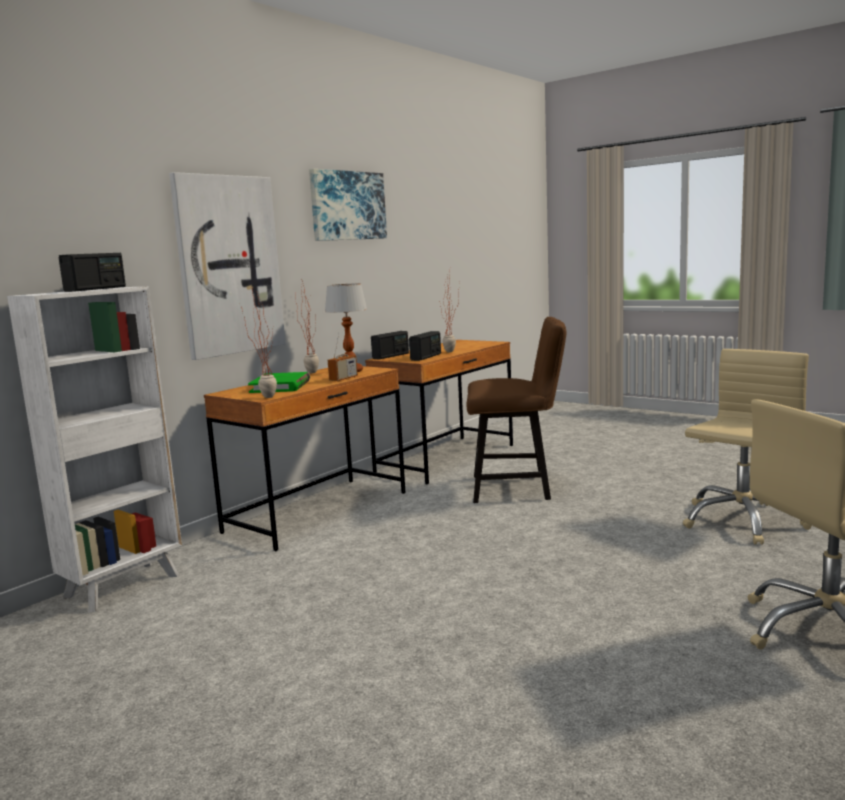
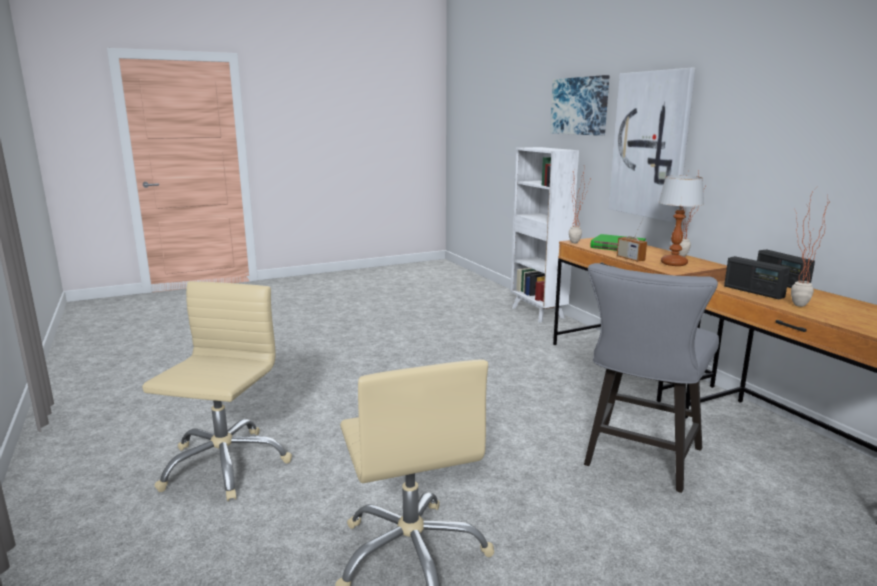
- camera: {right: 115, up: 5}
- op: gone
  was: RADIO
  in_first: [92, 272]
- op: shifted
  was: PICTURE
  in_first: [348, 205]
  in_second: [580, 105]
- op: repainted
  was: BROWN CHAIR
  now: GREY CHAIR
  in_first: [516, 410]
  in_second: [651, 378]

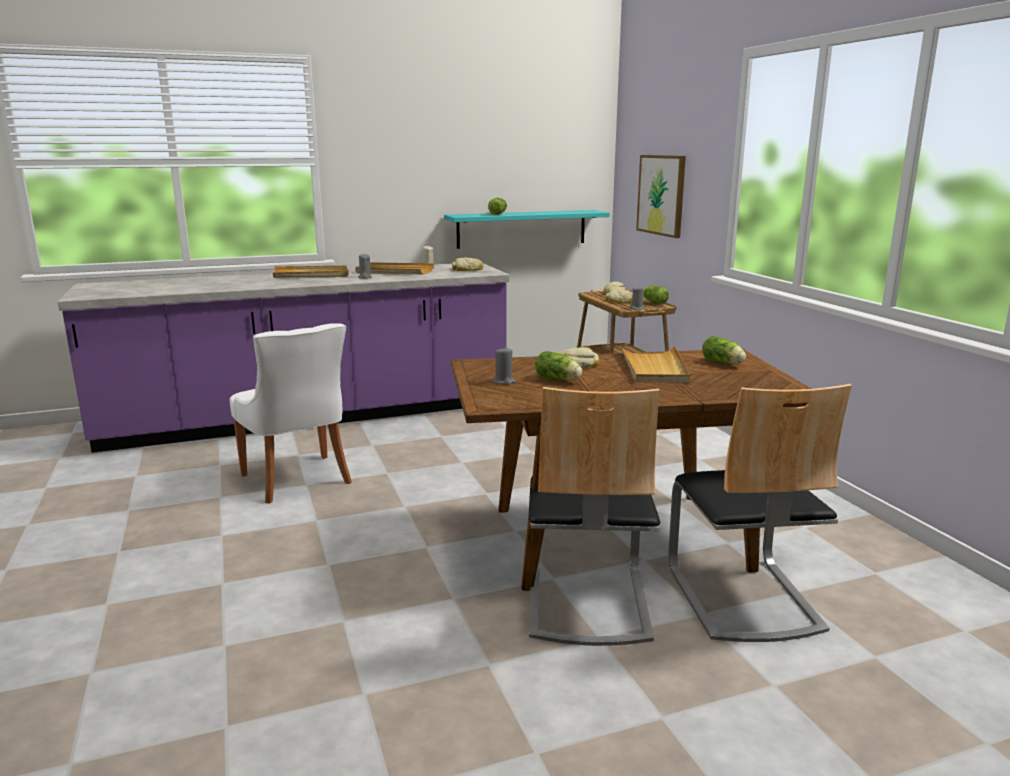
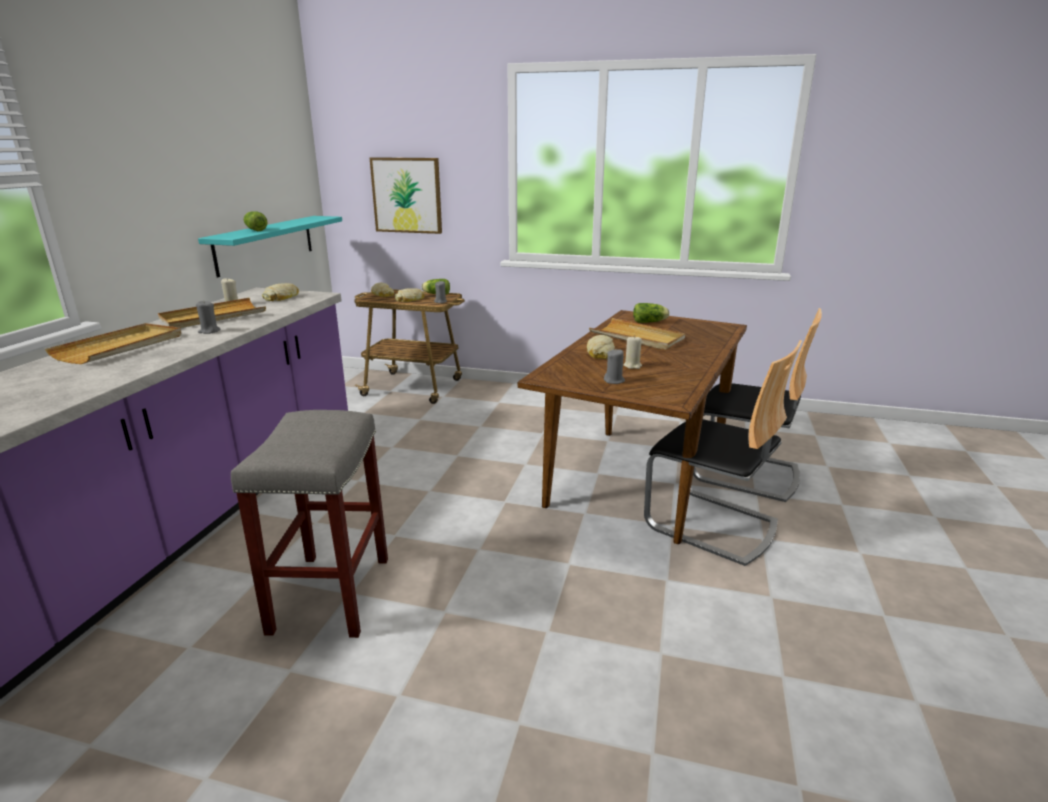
- camera: {right: -55, up: 5}
- op: swapped
  was: WHITE CHAIR
  now: GREY STOOL
  in_first: [291, 413]
  in_second: [309, 524]
- op: swapped
  was: LETTUCE
  now: BEIGE CANDLE
  in_first: [558, 366]
  in_second: [633, 352]

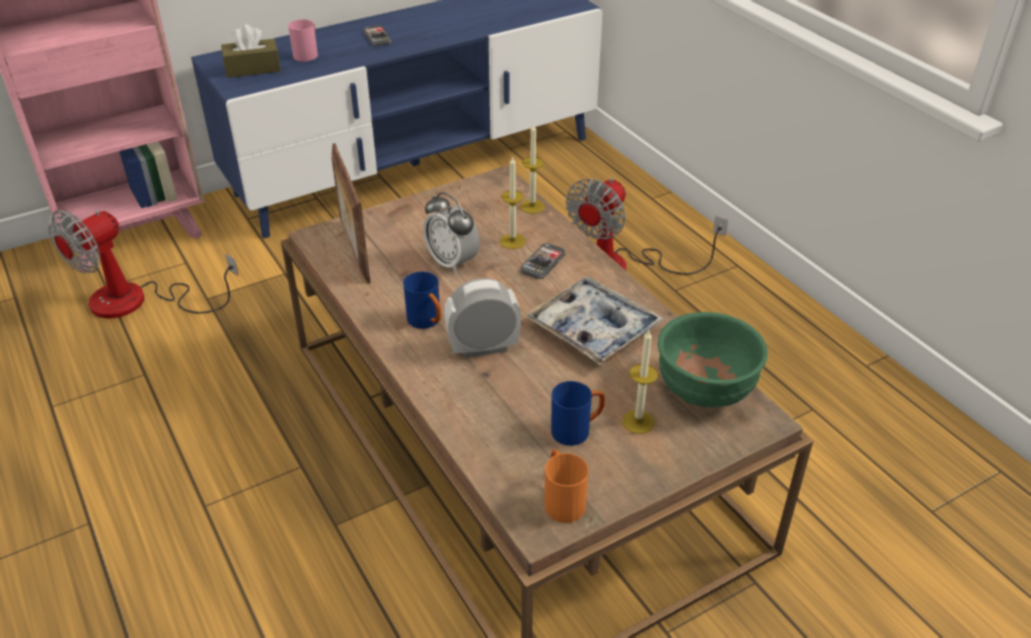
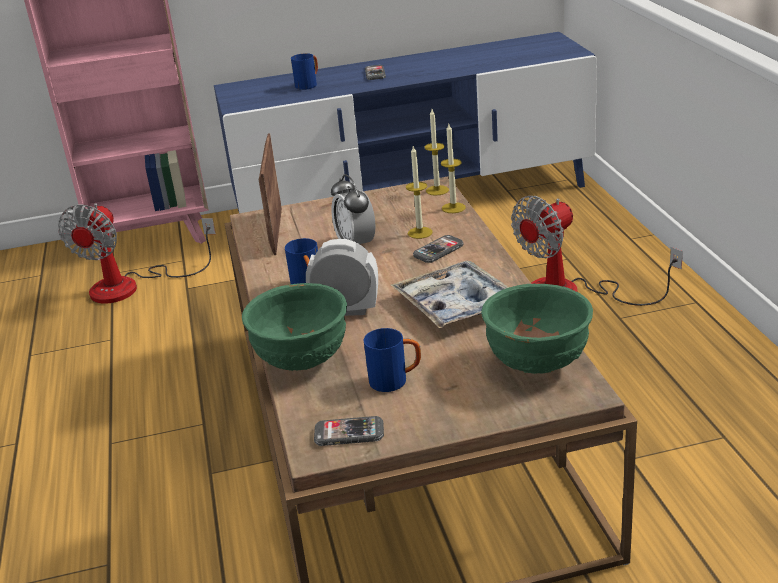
- camera: {right: 20, up: -10}
- op: rotated
  was: FAN
  in_first: [143, 264]
  in_second: [137, 253]
  clockwise: -45
- op: gone
  was: BROWN TISSUE BOX
  in_first: [251, 51]
- op: repainted
  was: PINK MUG
  now: BLUE MUG
  in_first: [303, 40]
  in_second: [304, 71]
- op: swapped
  was: ORANGE MUG
  now: PHONE
  in_first: [567, 486]
  in_second: [349, 431]
- op: shifted
  was: CANDLE
  in_first: [640, 382]
  in_second: [437, 152]
- op: new
  now: GREEN BOWL
  in_second: [294, 327]

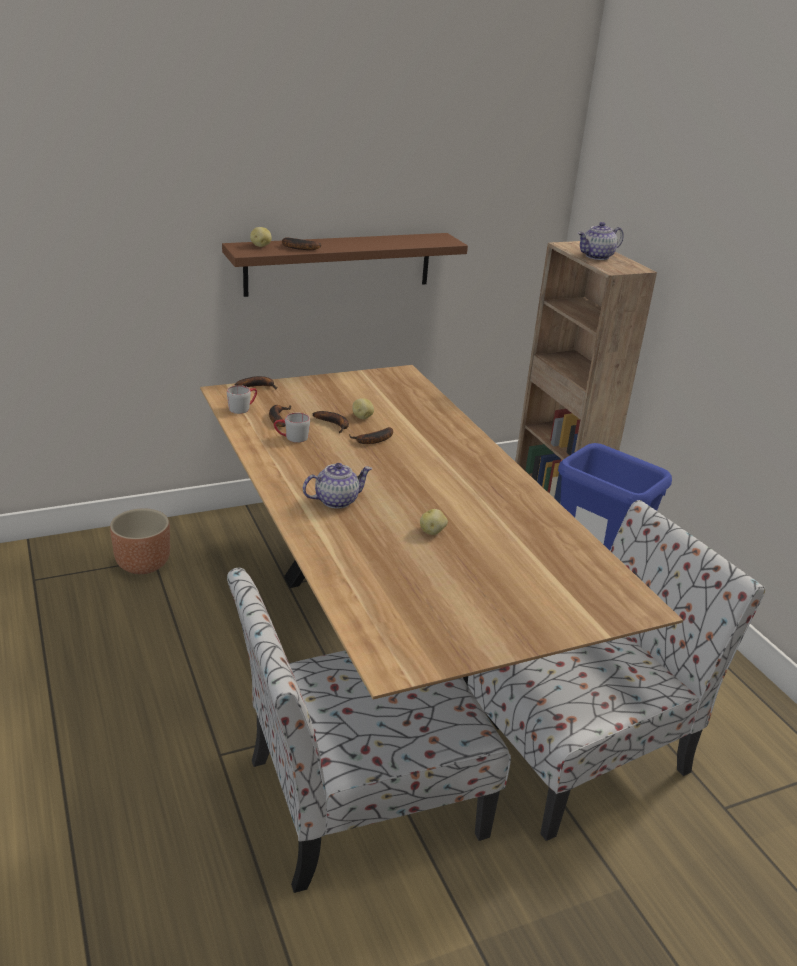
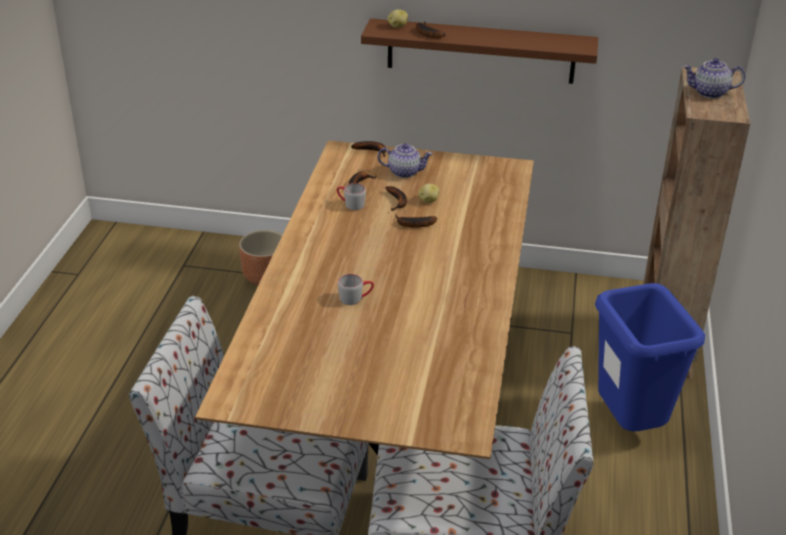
- camera: {right: 35, up: 5}
- op: shifted
  was: GREY MUG
  in_first: [242, 399]
  in_second: [356, 289]
- op: shifted
  was: TEAPOT
  in_first: [337, 486]
  in_second: [405, 160]
- op: gone
  was: POTATO
  in_first: [434, 522]

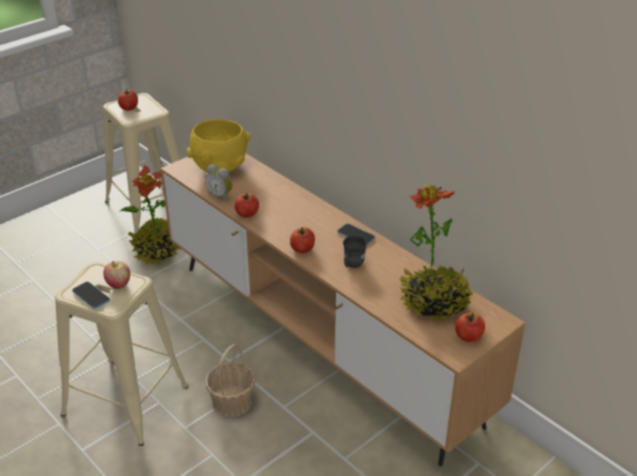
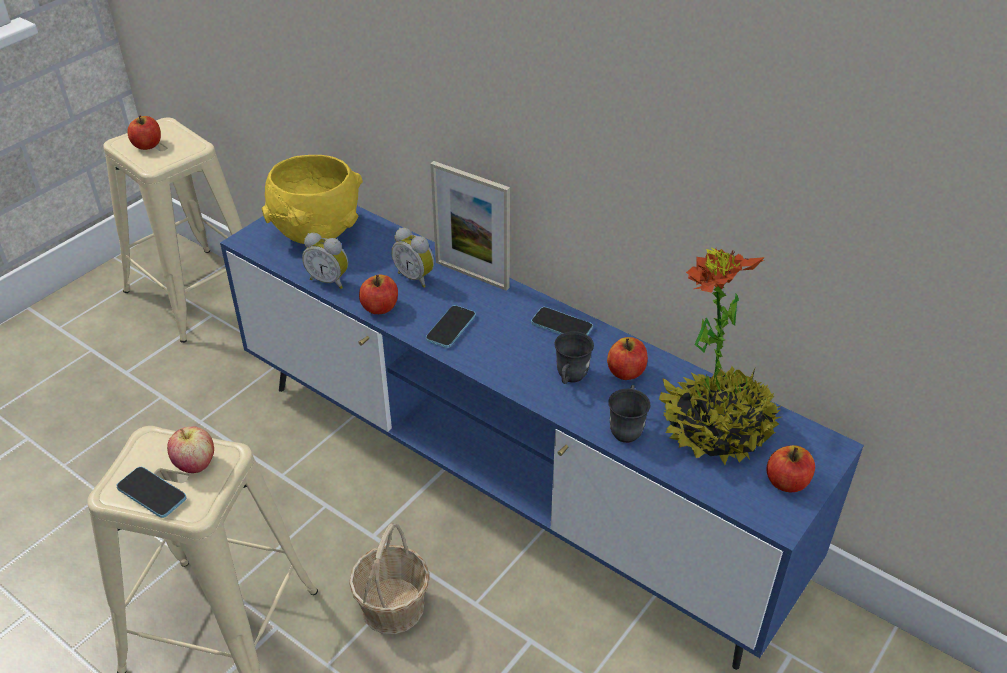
- camera: {right: -10, up: 5}
- op: gone
  was: POTTED PLANT
  in_first: [150, 215]
- op: repainted
  was: BROWN TV STAND
  now: BLUE TV STAND
  in_first: [343, 309]
  in_second: [542, 438]
- op: shifted
  was: APPLE
  in_first: [302, 240]
  in_second: [627, 358]
- op: new
  now: ALARM CLOCK
  in_second: [412, 258]
- op: new
  now: PHONE
  in_second: [451, 326]
- op: new
  now: PICTURE FRAME
  in_second: [470, 226]
- op: new
  now: GREY MUG
  in_second: [629, 414]

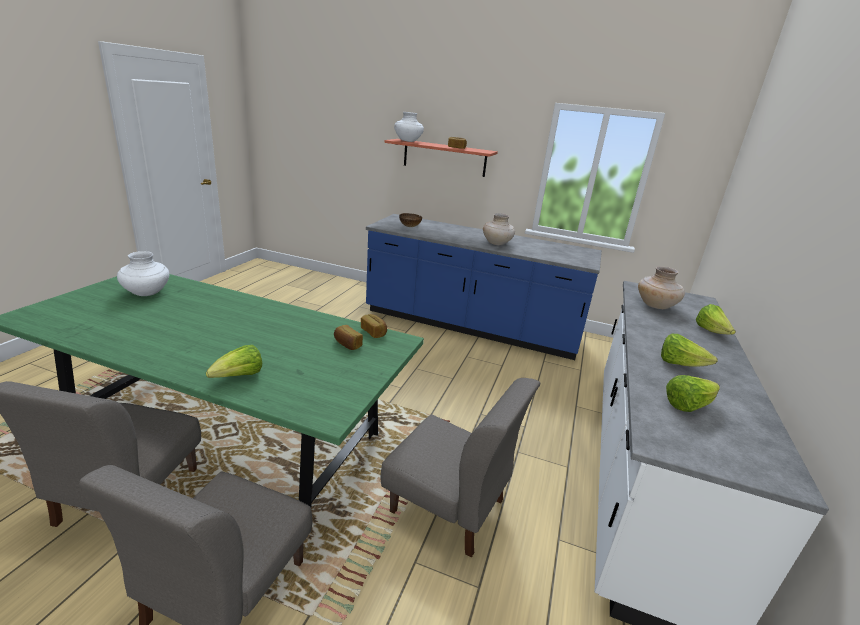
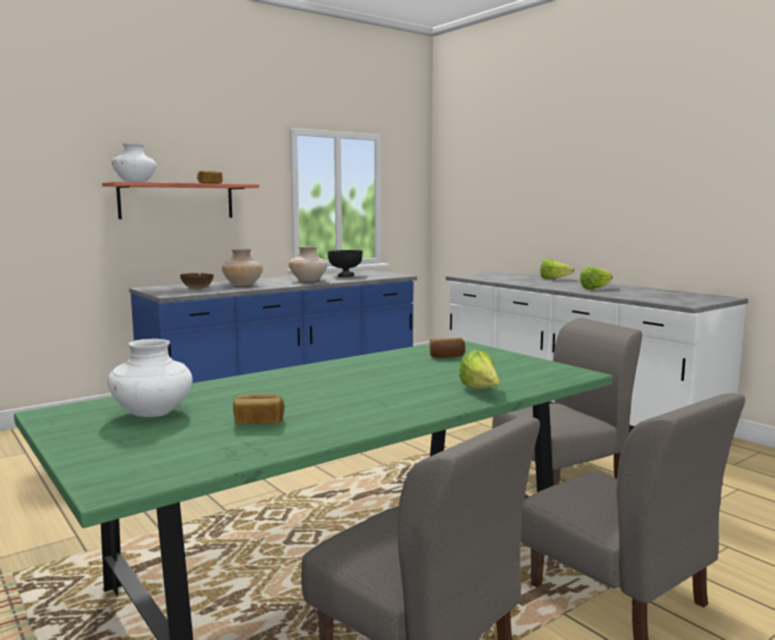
- camera: {right: -55, up: -15}
- op: shifted
  was: BREAD
  in_first: [374, 326]
  in_second: [259, 409]
- op: shifted
  was: BEIGE VASE
  in_first: [661, 287]
  in_second: [242, 267]
- op: gone
  was: LETTUCE
  in_first: [693, 393]
- op: new
  now: BLACK BOWL
  in_second: [345, 263]

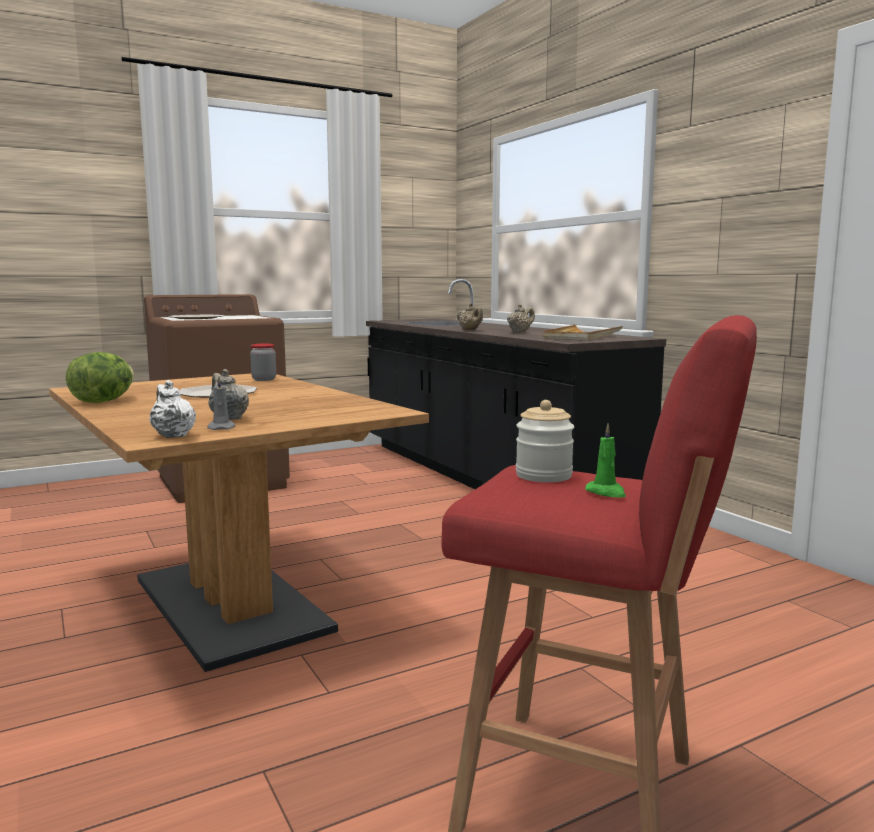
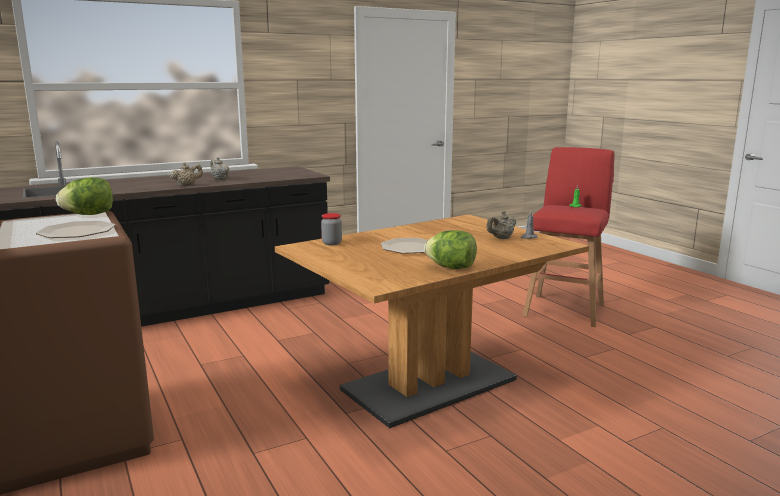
- camera: {right: -90, up: 5}
- op: gone
  was: WHITE TEAPOT
  in_first: [172, 409]
- op: gone
  was: JAR
  in_first: [545, 441]
- op: gone
  was: BEIGE TRAY
  in_first: [583, 333]
- op: new
  now: LETTUCE
  in_second: [84, 196]

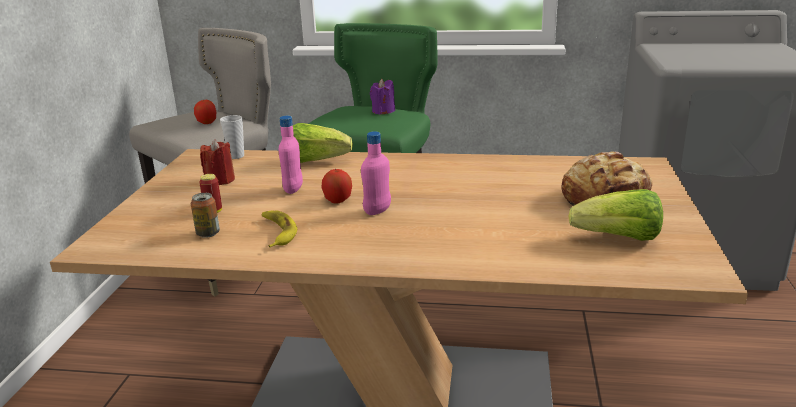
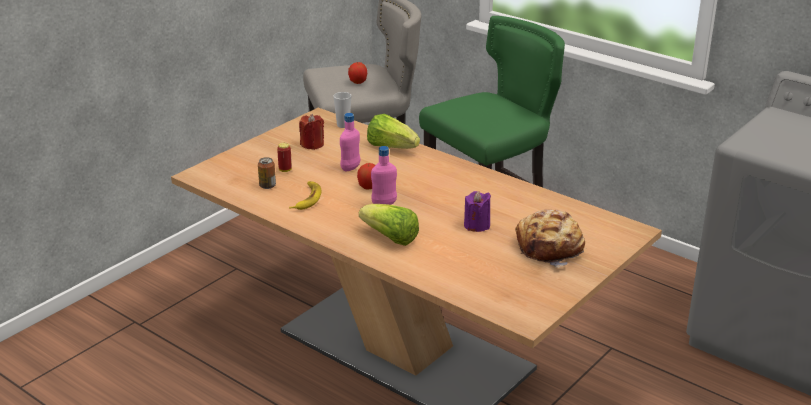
- camera: {right: 30, up: 5}
- op: shifted
  was: PURPLE CANDLE
  in_first: [382, 97]
  in_second: [477, 211]
- op: shifted
  was: LETTUCE
  in_first: [615, 215]
  in_second: [389, 225]

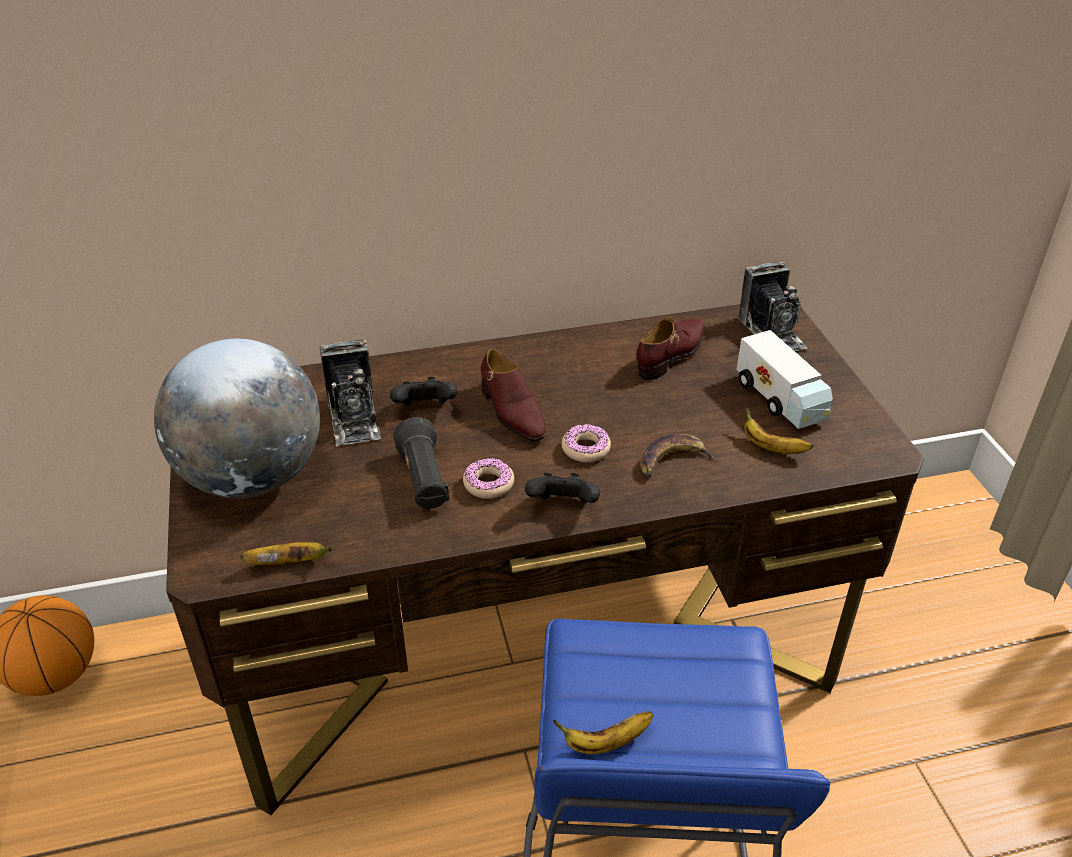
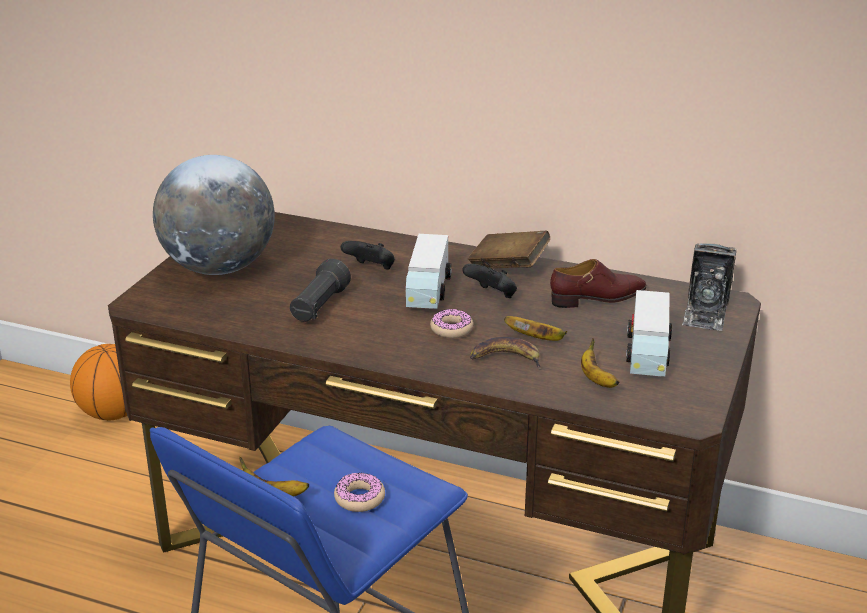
- camera: {right: 35, up: -10}
- op: shifted
  was: BANANA
  in_first: [286, 553]
  in_second: [535, 328]
- op: gone
  was: PHOTO CAMERA
  in_first: [350, 392]
- op: shifted
  was: DONUT
  in_first: [488, 478]
  in_second: [359, 492]
- op: swapped
  was: BROWN SHOE
  now: TOY TRUCK
  in_first: [513, 395]
  in_second: [429, 271]
- op: shifted
  was: BLACK GAME CONTROLLER
  in_first: [562, 488]
  in_second: [489, 281]
- op: new
  now: BROWN BOOK
  in_second: [509, 249]

